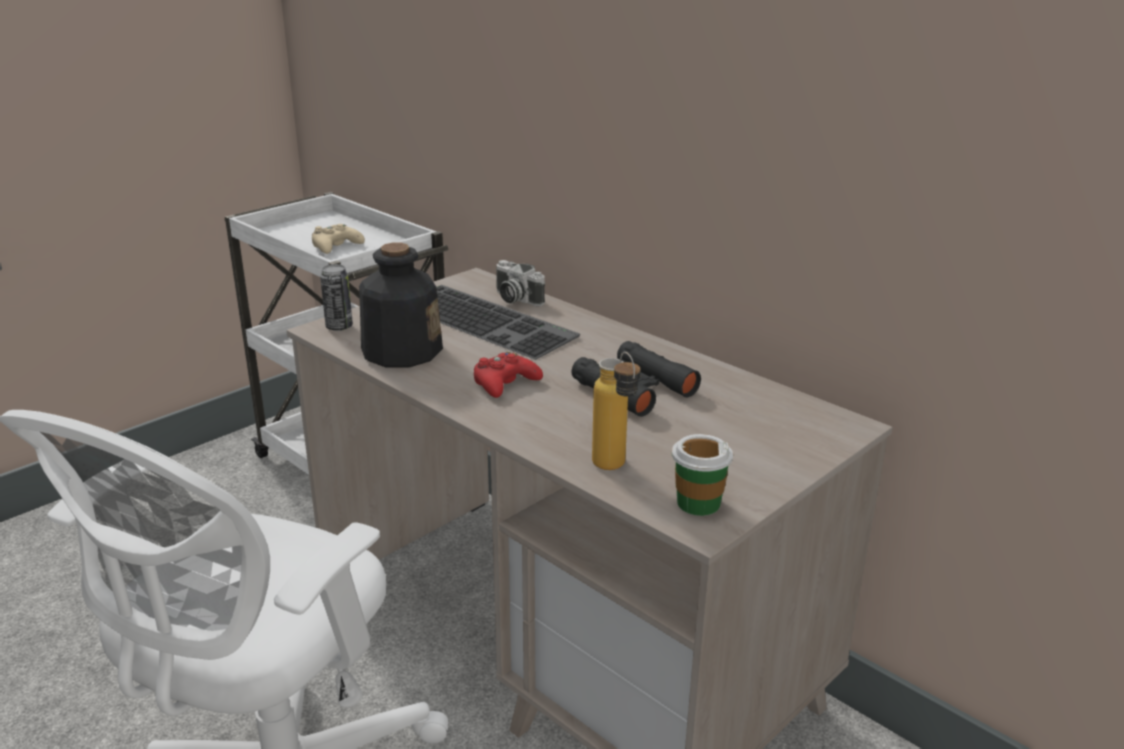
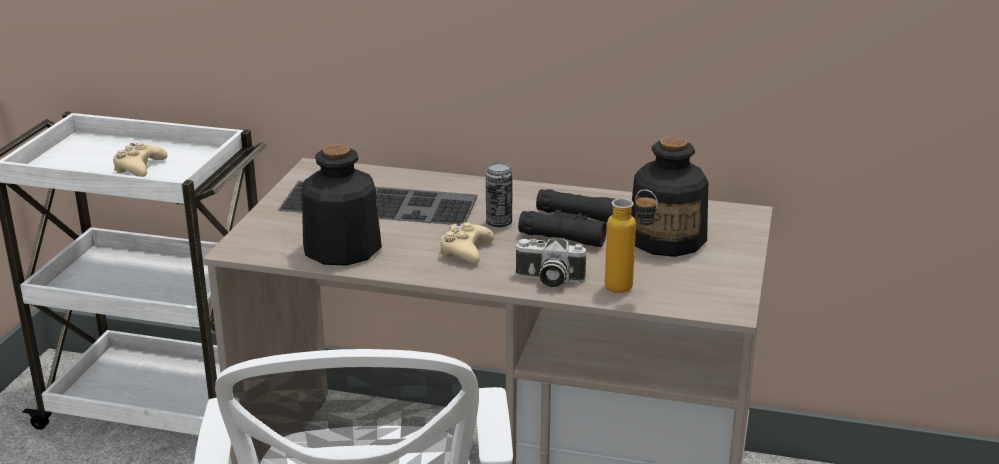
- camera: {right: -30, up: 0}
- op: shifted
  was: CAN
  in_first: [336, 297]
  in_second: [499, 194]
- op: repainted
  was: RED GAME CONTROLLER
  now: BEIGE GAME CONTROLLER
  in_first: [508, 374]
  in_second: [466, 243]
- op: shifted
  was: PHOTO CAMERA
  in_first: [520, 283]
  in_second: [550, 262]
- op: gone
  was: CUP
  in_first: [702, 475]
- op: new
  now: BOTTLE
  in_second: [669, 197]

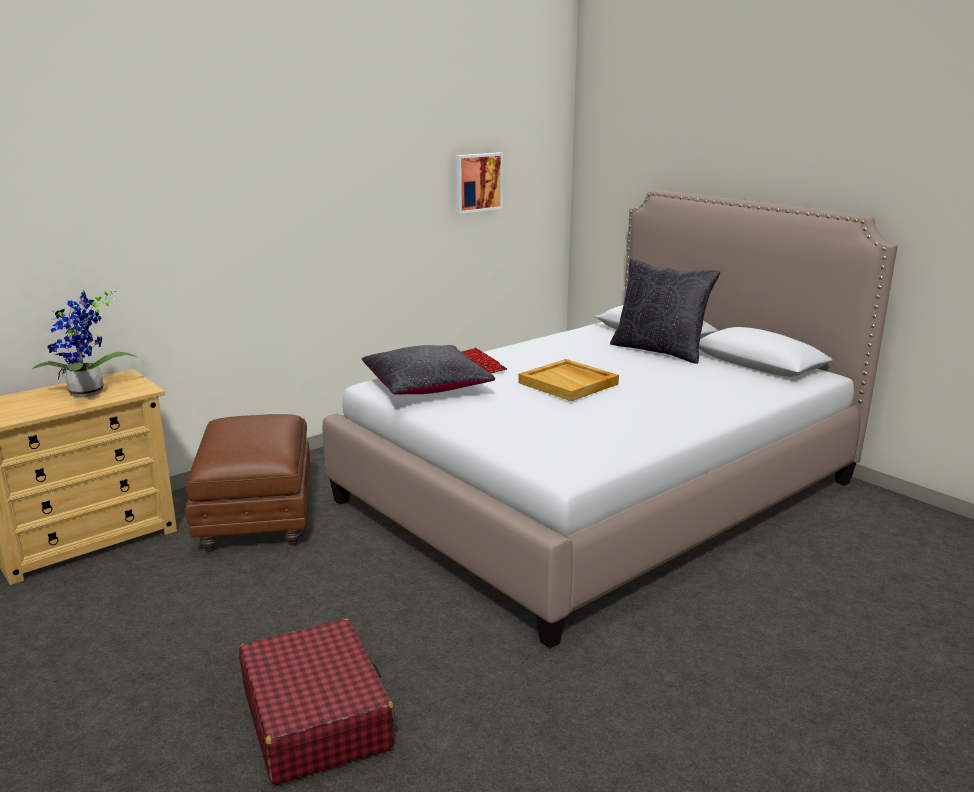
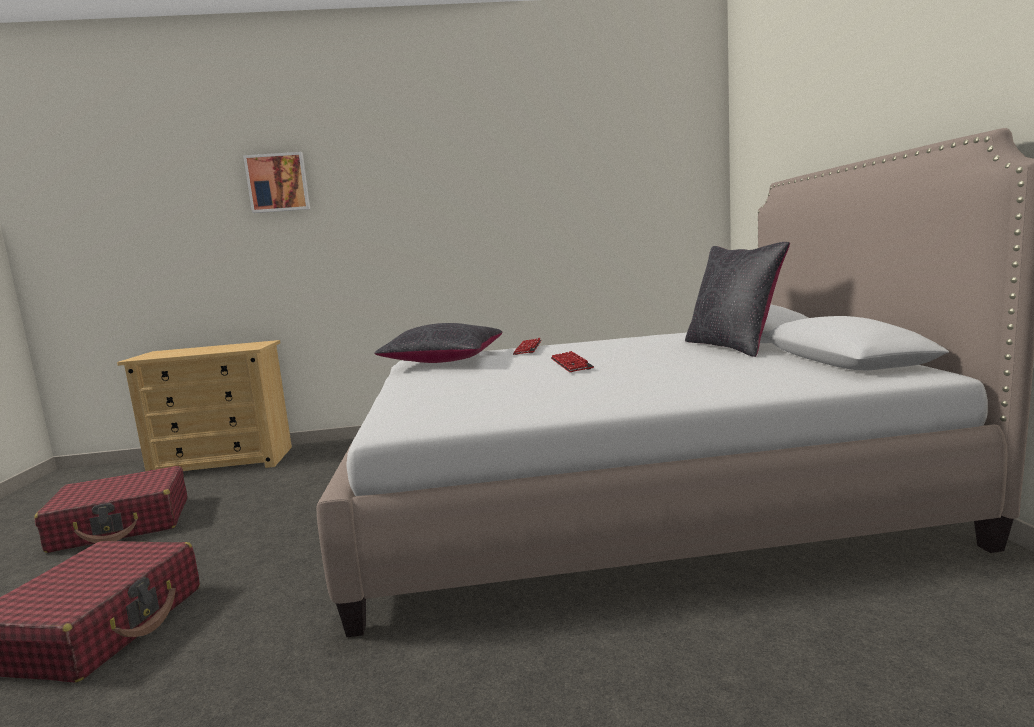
- camera: {right: 35, up: -10}
- op: gone
  was: POTTED PLANT
  in_first: [85, 343]
- op: gone
  was: BROWN OTTOMAN
  in_first: [247, 483]
- op: shifted
  was: PICTURE
  in_first: [479, 183]
  in_second: [276, 182]
- op: swapped
  was: BEIGE TRAY
  now: KEYBOARD
  in_first: [568, 380]
  in_second: [572, 361]
- op: new
  now: RED SUITCASE
  in_second: [110, 509]

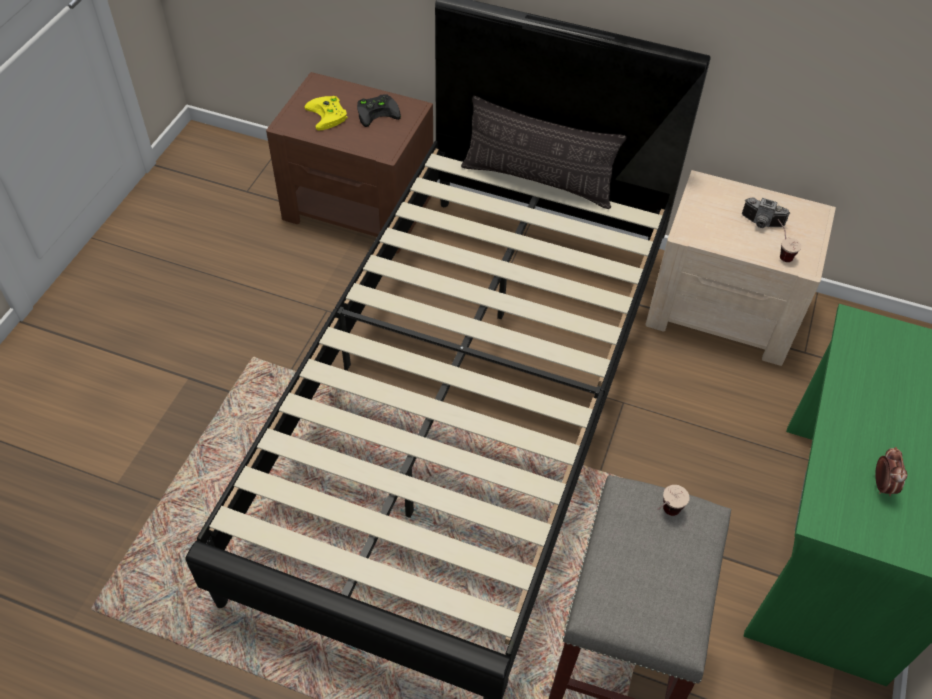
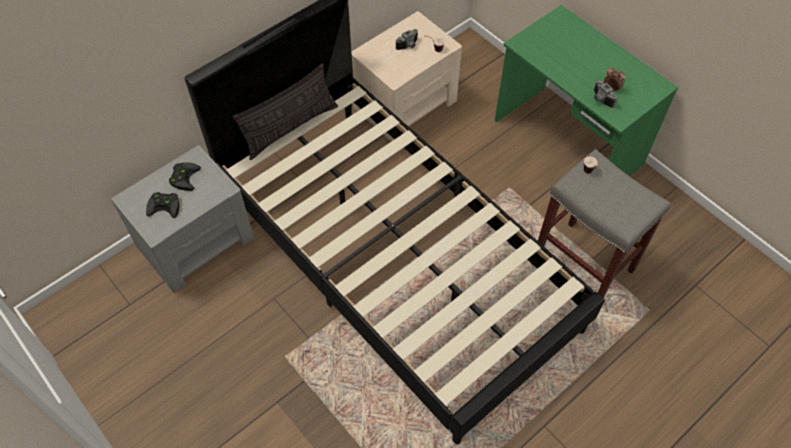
- camera: {right: -60, up: 5}
- op: repainted
  was: BROWN NIGHTSTAND
  now: GREY NIGHTSTAND
  in_first: [349, 163]
  in_second: [182, 219]
- op: repainted
  was: YELLOW GAME CONTROLLER
  now: BLACK GAME CONTROLLER
  in_first: [326, 113]
  in_second: [162, 205]
- op: new
  now: PHOTO CAMERA
  in_second: [606, 94]

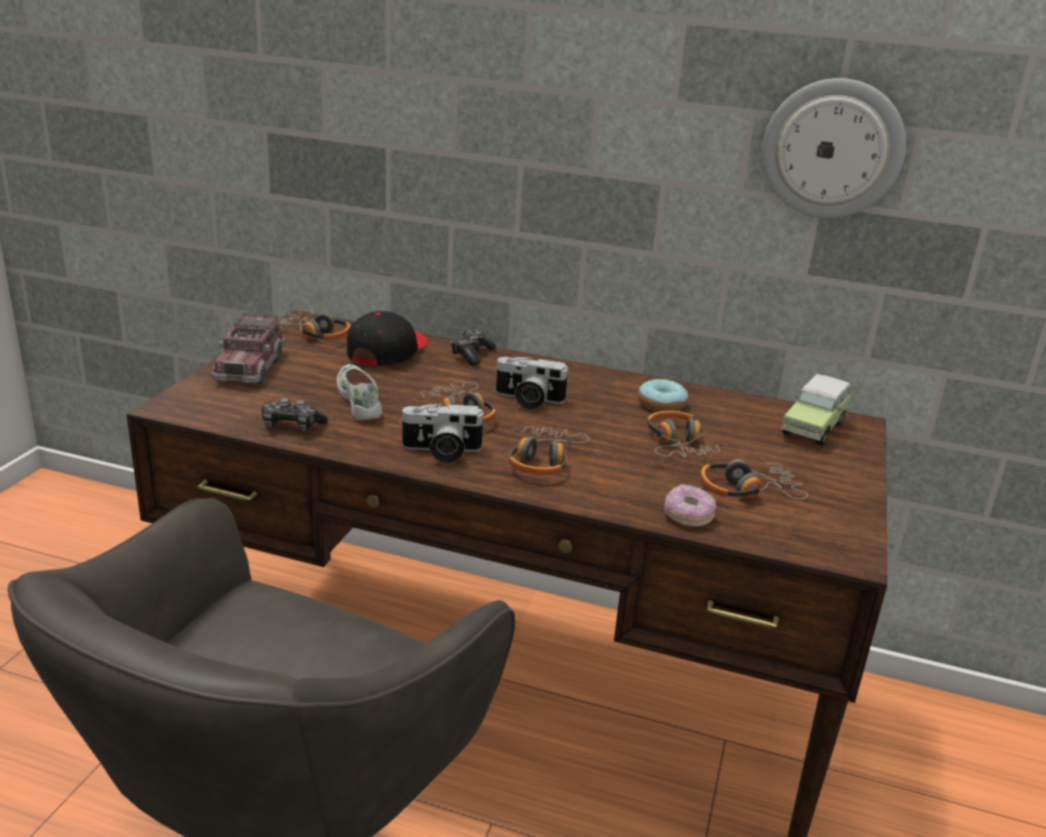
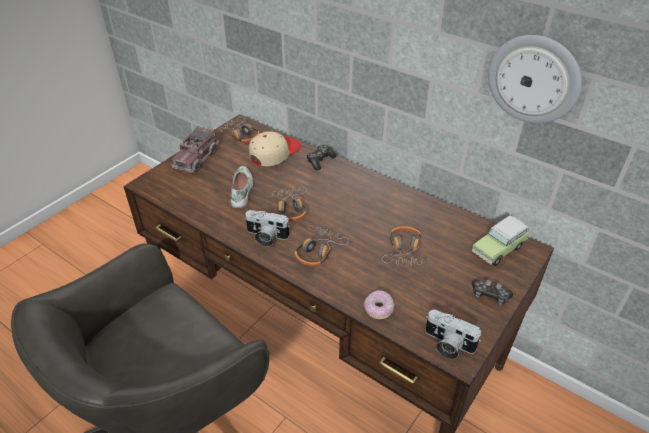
- camera: {right: 20, up: 15}
- op: shifted
  was: GAME CONTROLLER
  in_first: [295, 414]
  in_second: [492, 292]
- op: repainted
  was: BLACK CAP
  now: BEIGE CAP
  in_first: [387, 338]
  in_second: [275, 148]
- op: shifted
  was: PHOTO CAMERA
  in_first: [532, 383]
  in_second: [453, 334]
- op: gone
  was: DONUT
  in_first: [663, 395]
- op: gone
  was: HEADPHONES
  in_first: [754, 478]

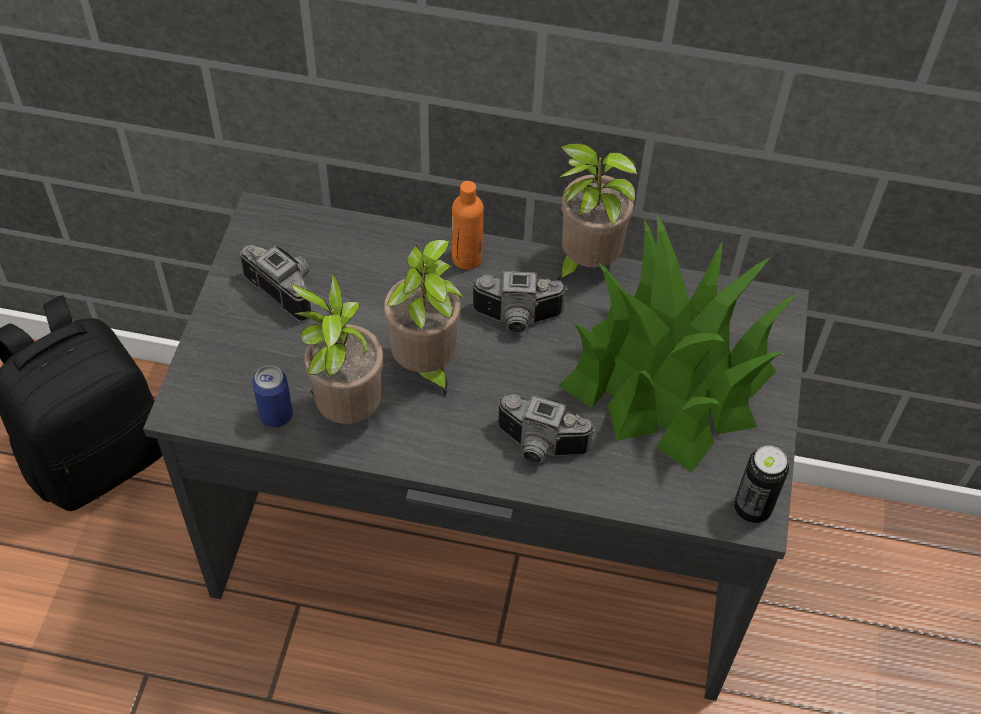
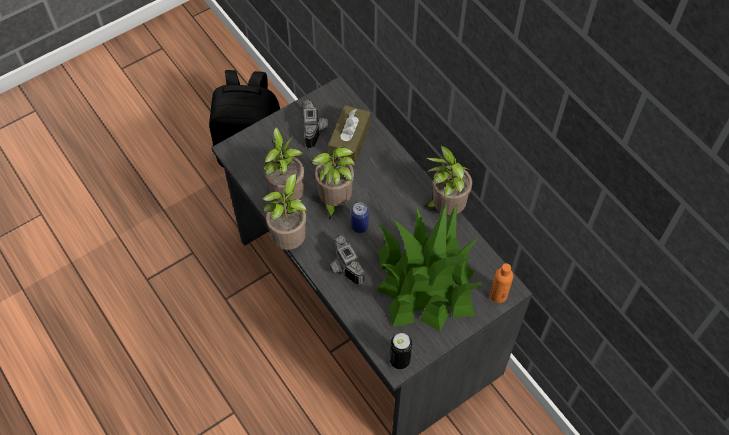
- camera: {right: 45, up: 5}
- op: shifted
  was: CAN
  in_first: [273, 396]
  in_second: [360, 218]
- op: shifted
  was: ORANGE BOTTLE
  in_first: [468, 225]
  in_second: [501, 283]
- op: gone
  was: PHOTO CAMERA
  in_first: [519, 302]
- op: new
  now: POTTED PLANT
  in_second: [284, 212]
- op: new
  now: BROWN TISSUE BOX
  in_second: [349, 134]

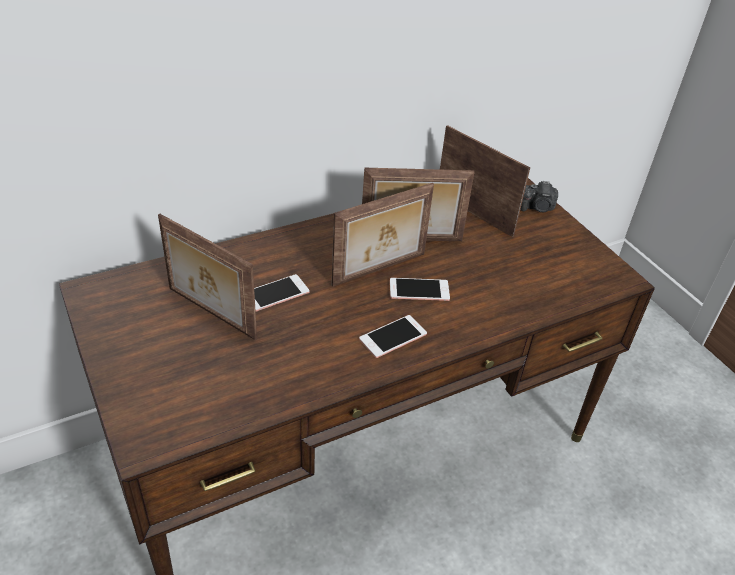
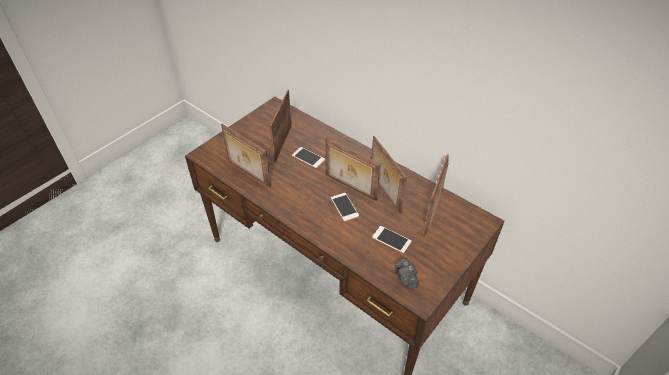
- camera: {right: 70, up: 5}
- op: shifted
  was: PHONE
  in_first: [393, 336]
  in_second: [391, 239]
- op: shifted
  was: PHOTO CAMERA
  in_first: [539, 196]
  in_second: [407, 273]
- op: new
  now: PICTURE FRAME
  in_second: [246, 156]

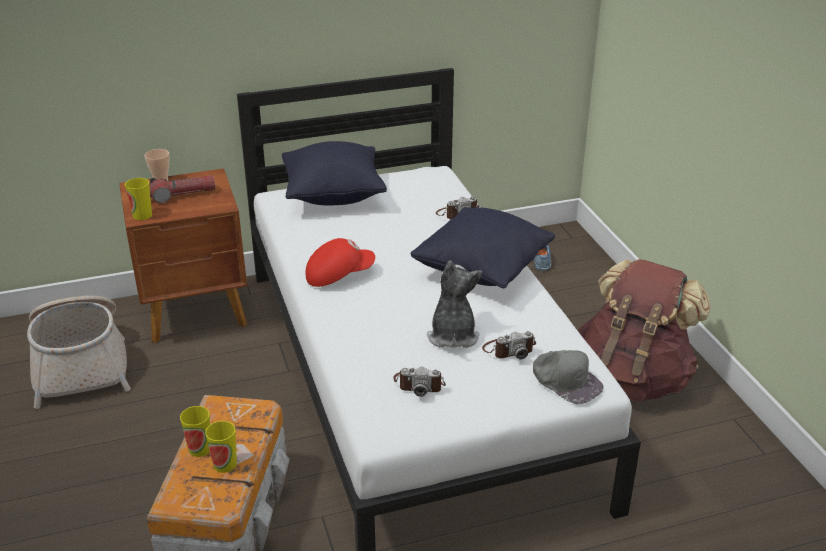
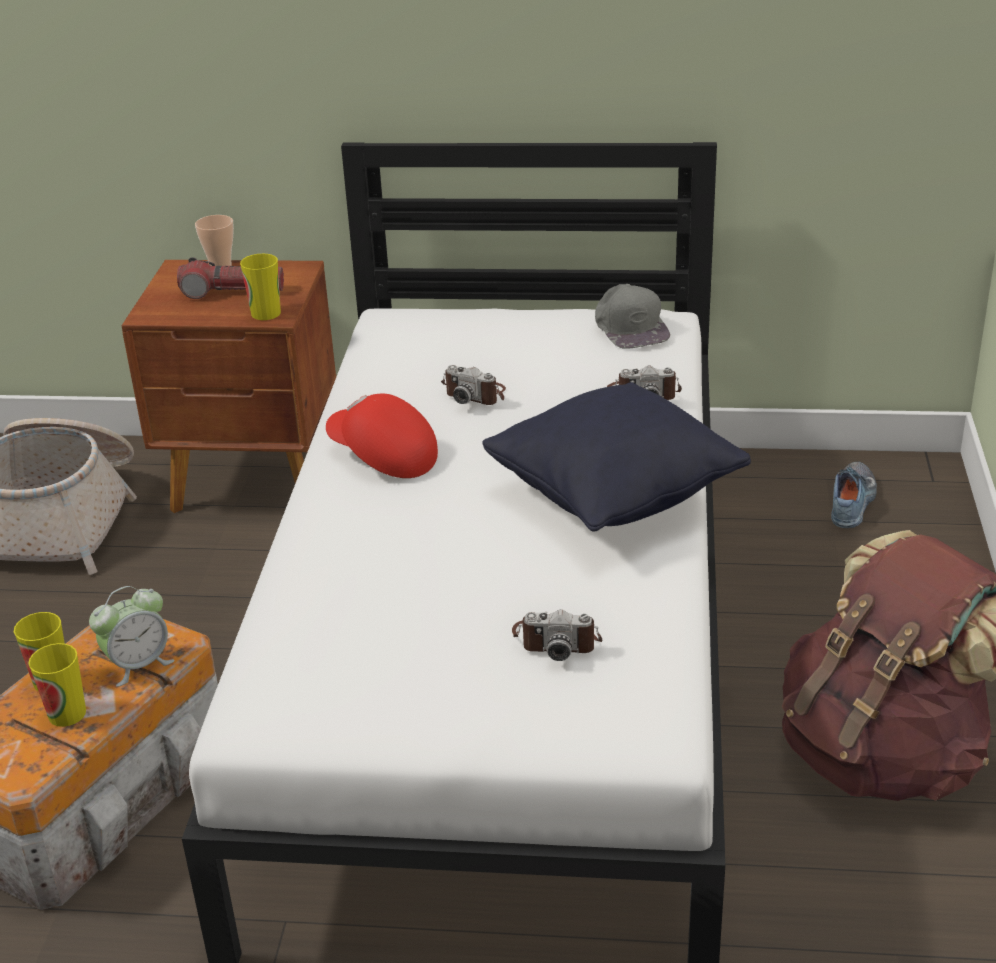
- camera: {right: 25, up: 0}
- op: shifted
  was: CUP
  in_first: [138, 199]
  in_second: [260, 287]
- op: gone
  was: BLACK PILLOW
  in_first: [334, 173]
- op: rotated
  was: RED CAP
  in_first: [340, 262]
  in_second: [382, 435]
  clockwise: -150
- op: shifted
  was: PHOTO CAMERA
  in_first: [419, 382]
  in_second: [473, 385]
- op: gone
  was: PLUSH TOY
  in_first: [454, 304]
- op: shifted
  was: GREY CAP
  in_first: [568, 377]
  in_second: [632, 316]
- op: new
  now: ALARM CLOCK
  in_second: [132, 636]

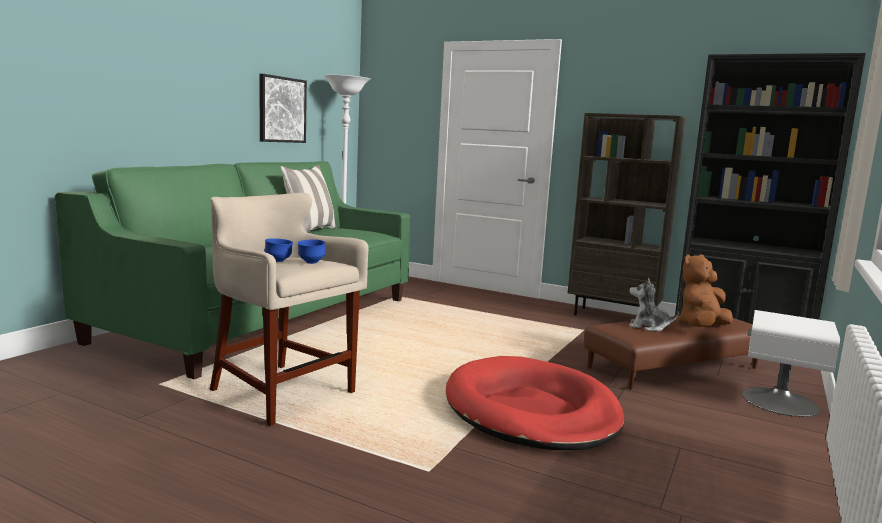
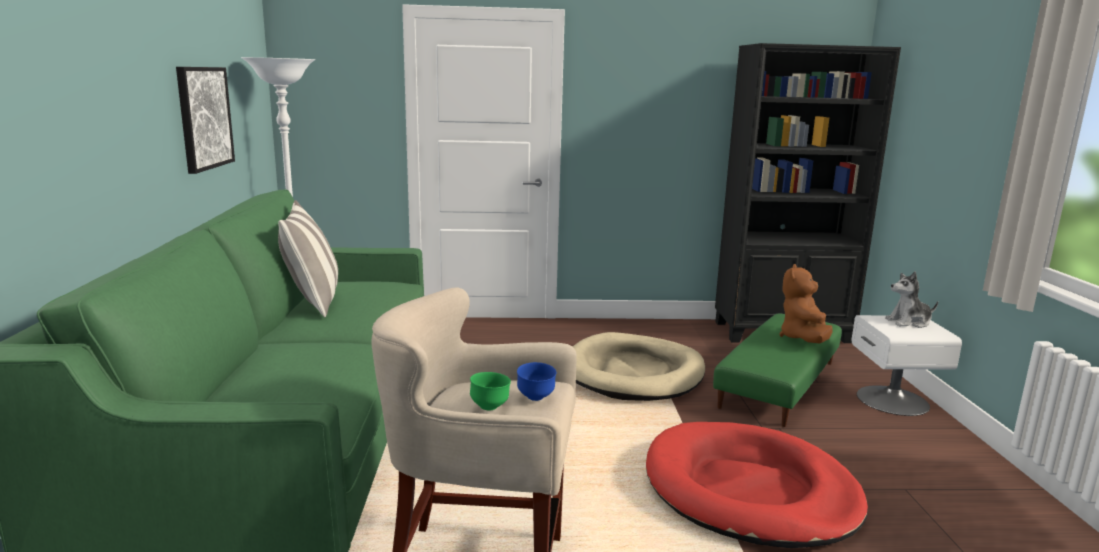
- camera: {right: -30, up: 5}
- op: repainted
  was: BLUE BOWL
  now: GREEN BOWL
  in_first: [279, 250]
  in_second: [490, 391]
- op: gone
  was: BROWN BOOKCASE
  in_first: [627, 214]
- op: repainted
  was: BROWN OTTOMAN
  now: GREEN OTTOMAN
  in_first: [671, 353]
  in_second: [777, 370]
- op: shifted
  was: PLUSH TOY
  in_first: [654, 305]
  in_second: [911, 299]
- op: new
  now: BEIGE DOG BED
  in_second: [639, 366]

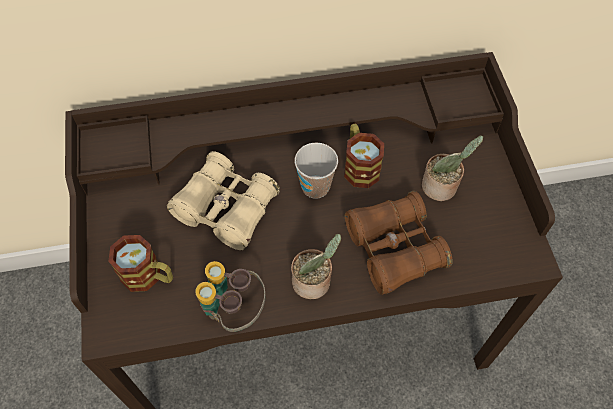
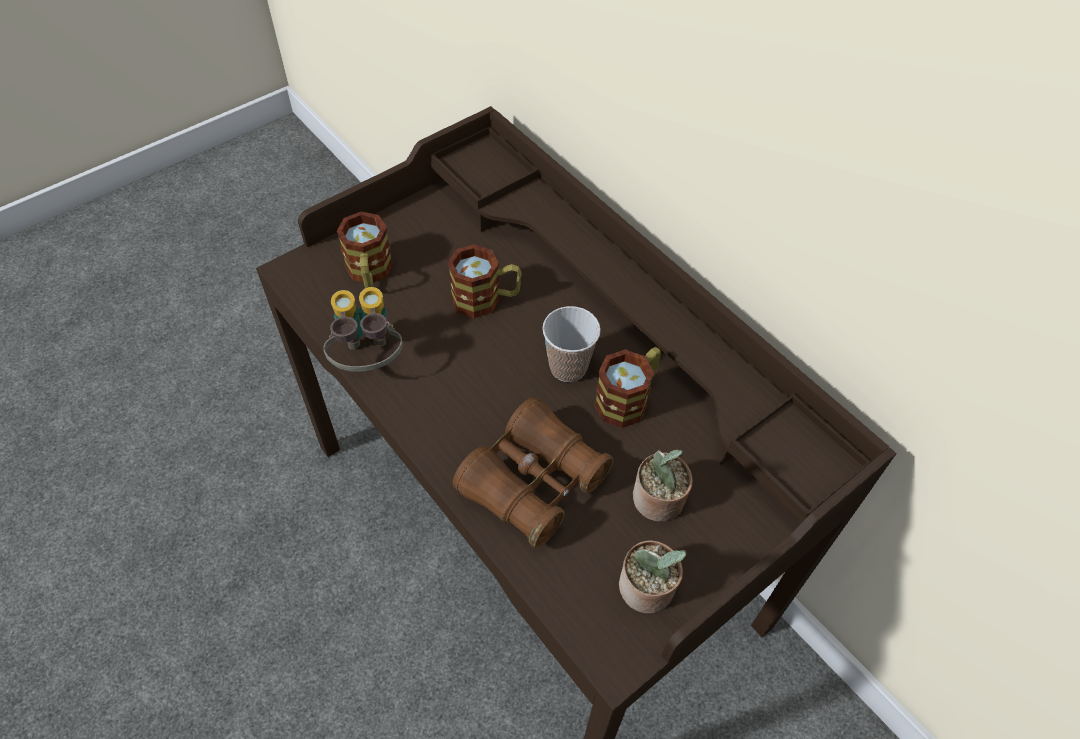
- camera: {right: 60, up: -5}
- op: swapped
  was: BEIGE BINOCULARS
  now: MUG
  in_first: [223, 200]
  in_second: [485, 281]
- op: shifted
  was: POTTED PLANT
  in_first: [316, 266]
  in_second: [653, 577]

